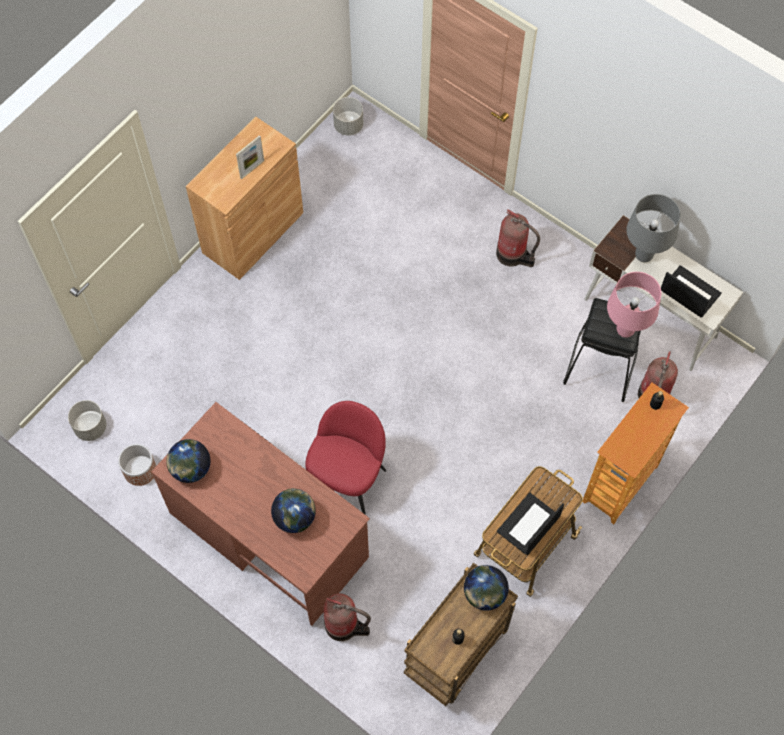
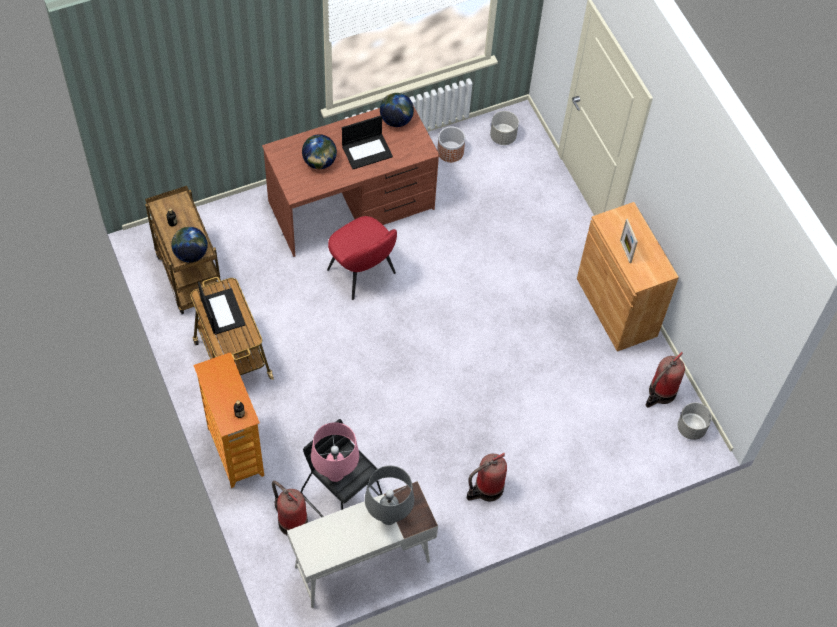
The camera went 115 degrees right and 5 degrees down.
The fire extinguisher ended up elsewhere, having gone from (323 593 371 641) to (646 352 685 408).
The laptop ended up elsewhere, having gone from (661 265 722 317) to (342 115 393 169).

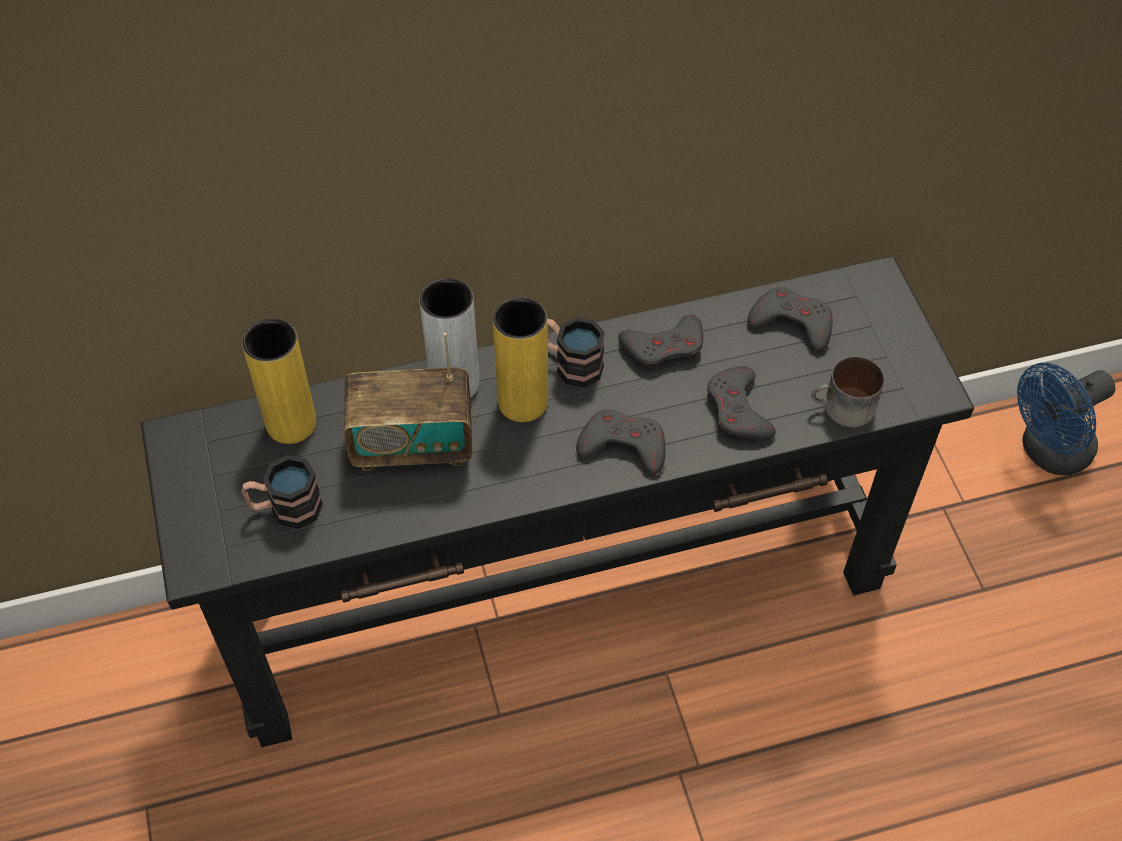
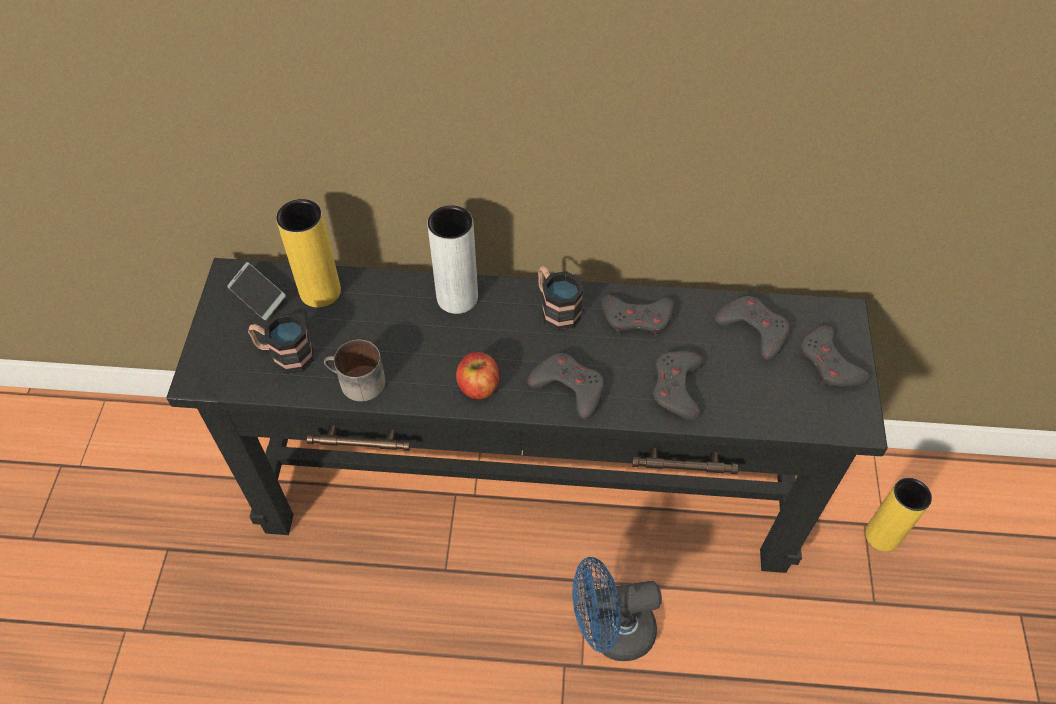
The camera went 20 degrees right and 0 degrees up.
The second view lost the radio at (344 333 472 471).
The second view gained the phone at (227 262 286 320).
The second view gained the apple at (456 352 499 399).
The second view gained the game controller (grey) at (800 325 870 386).
The vase (yellow) ended up elsewhere, having gone from (493 297 548 422) to (865 478 932 552).
The mug ended up elsewhere, having gone from (811 356 884 427) to (324 340 385 401).
The fan (blue) ended up elsewhere, having gone from (1017 363 1115 475) to (573 557 662 661).

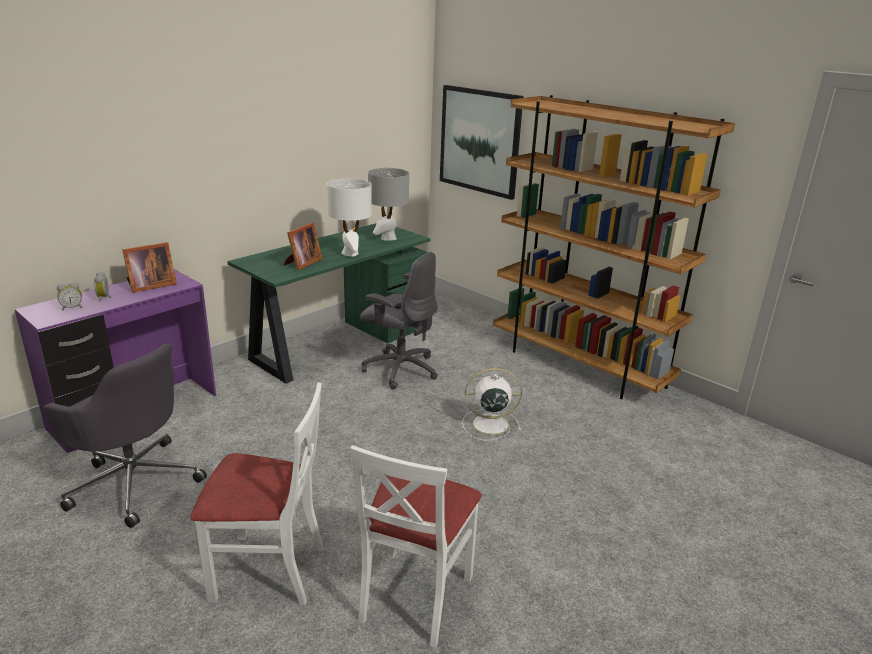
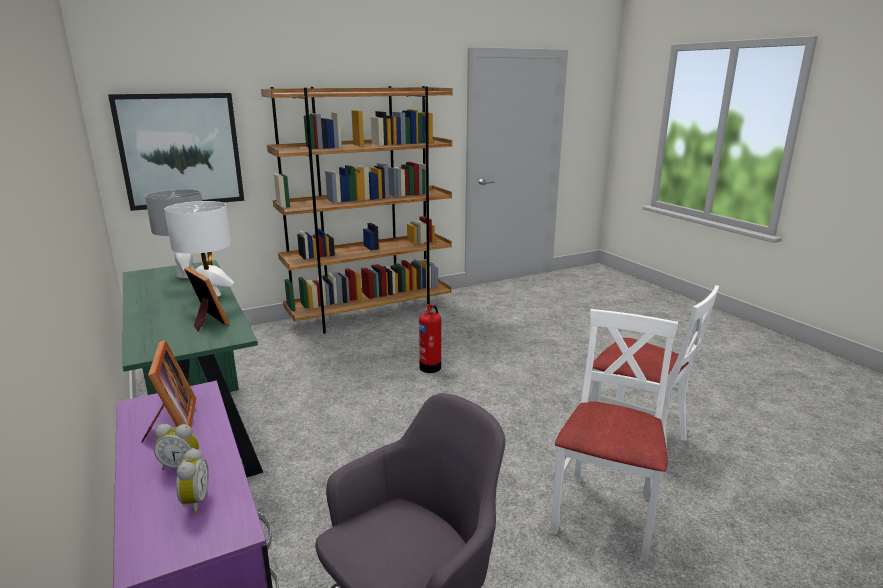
The camera went 70 degrees left and 5 degrees down.
The second view lost the office chair (grey) at (360 252 438 390).
Where the fan (white) stood at (462 368 522 441), the fire extinguisher came to stand at (419 304 441 373).

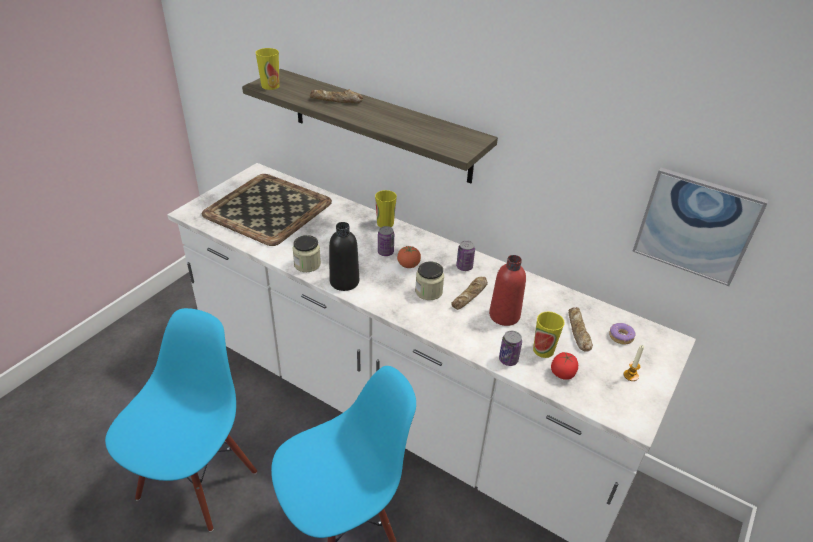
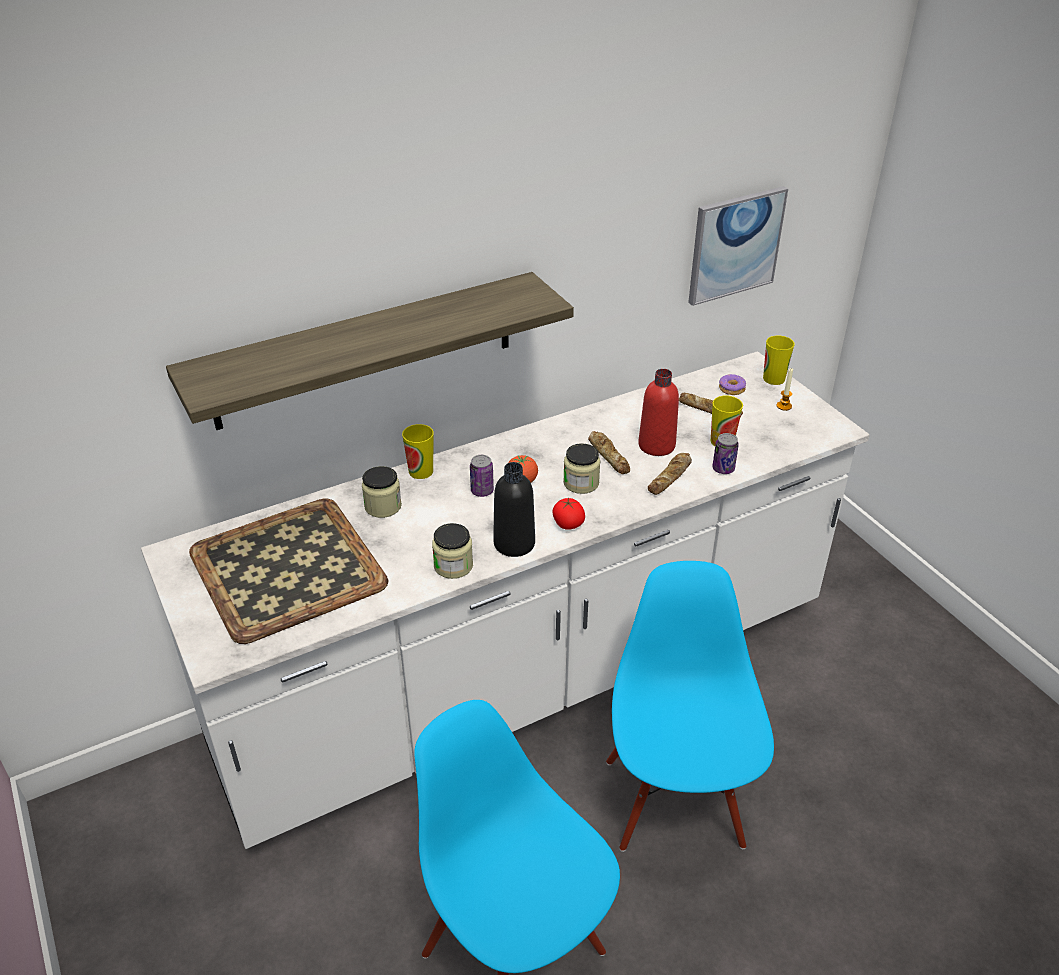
The camera went 60 degrees left and 0 degrees up.
The second view lost the can at (456 240 475 271).
The second view gained the jar at (362 466 402 518).
The cup ended up elsewhere, having gone from (256 48 280 90) to (763 336 795 385).
The bread ended up elsewhere, having gone from (310 89 363 103) to (648 453 692 495).
The tomato ended up elsewhere, having gone from (551 352 578 380) to (553 498 585 530).

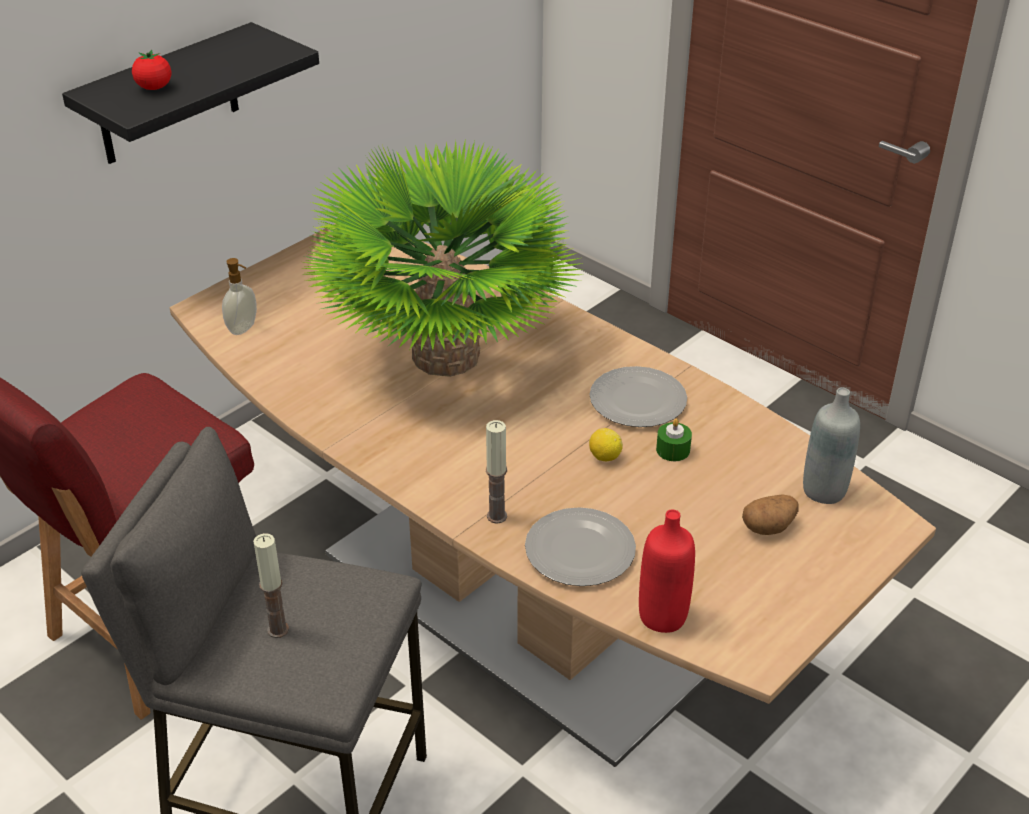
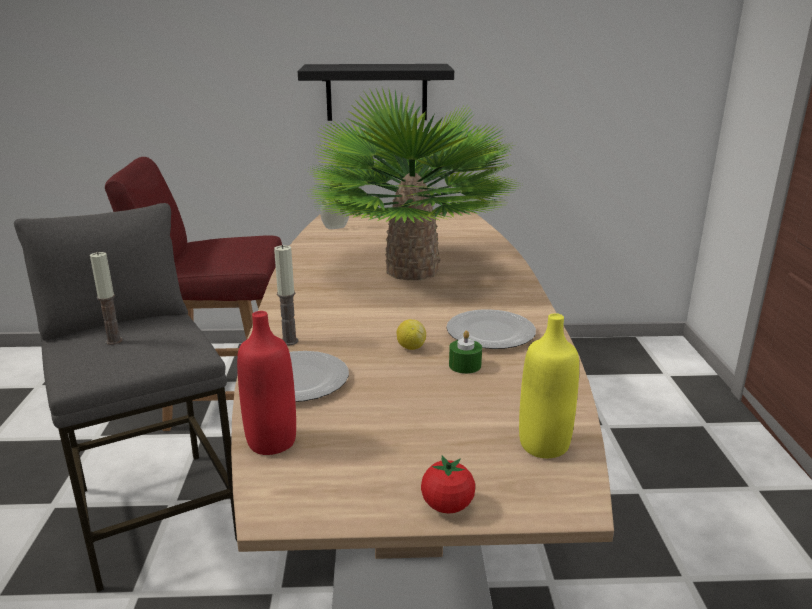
The camera went 45 degrees right and 15 degrees down.
The second view lost the potato at (742 494 799 535).
The tomato ended up elsewhere, having gone from (132 50 172 90) to (421 455 475 514).
What was the bottle (grey) at (803 387 860 504) turned into the bottle (yellow) at (519 313 579 458).

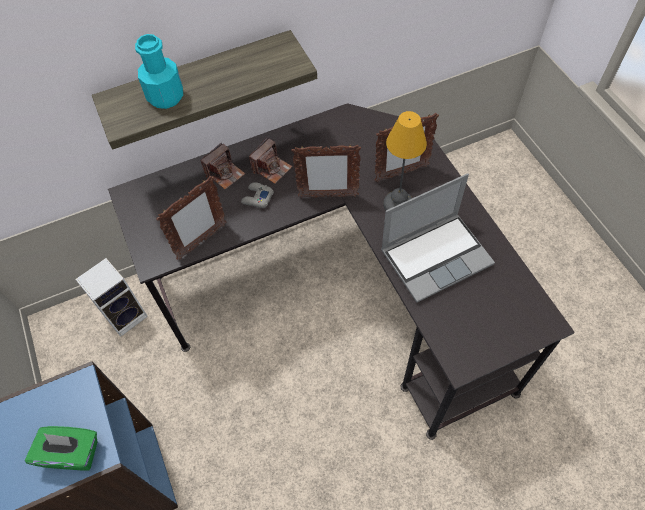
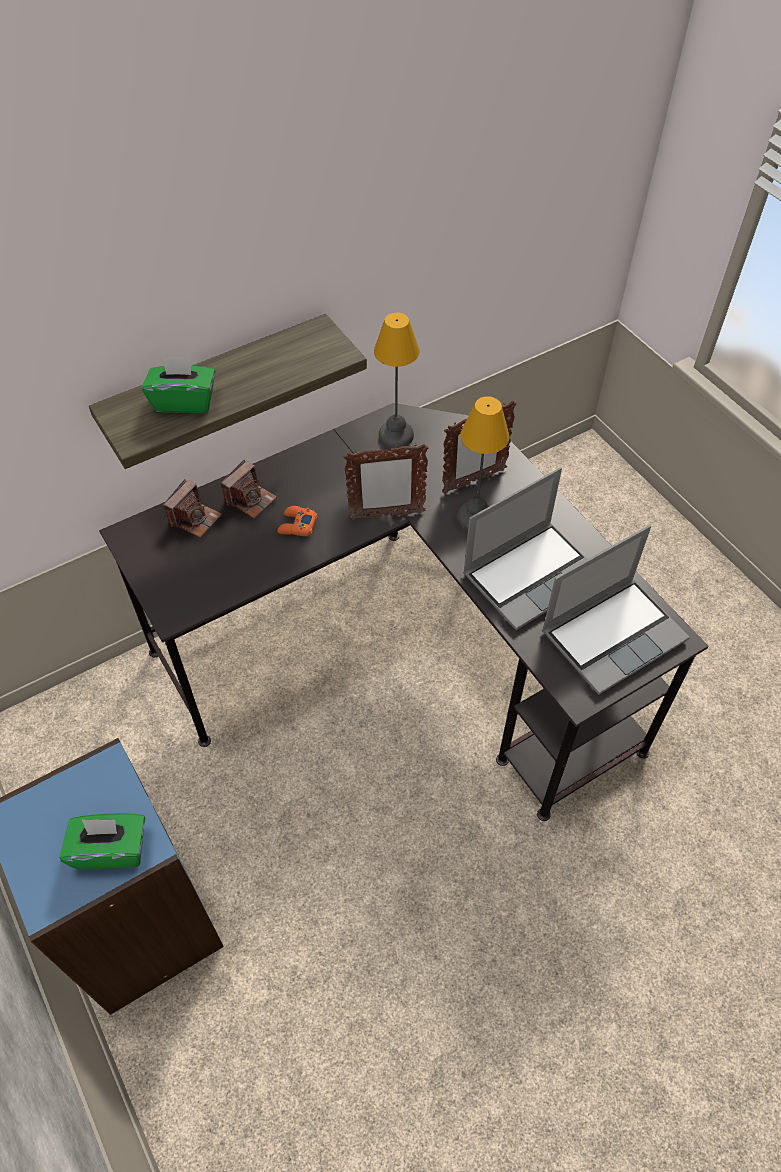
The camera went 10 degrees left and 5 degrees down.
The second view lost the speaker at (76 258 148 337).
The second view lost the picture frame at (156 176 226 260).
The second view gained the table lamp at (374 312 419 448).
The second view gained the laptop at (542 525 690 695).
The photo camera ended up elsewhere, having gone from (249 138 292 184) to (163 479 222 538).
Where the bottle (turquoise) stood at (135 34 183 109), the tissue box (green) came to stand at (142 356 216 413).
What was the game controller (grey) at (241 182 274 208) turned into the game controller (orange) at (277 506 318 536).

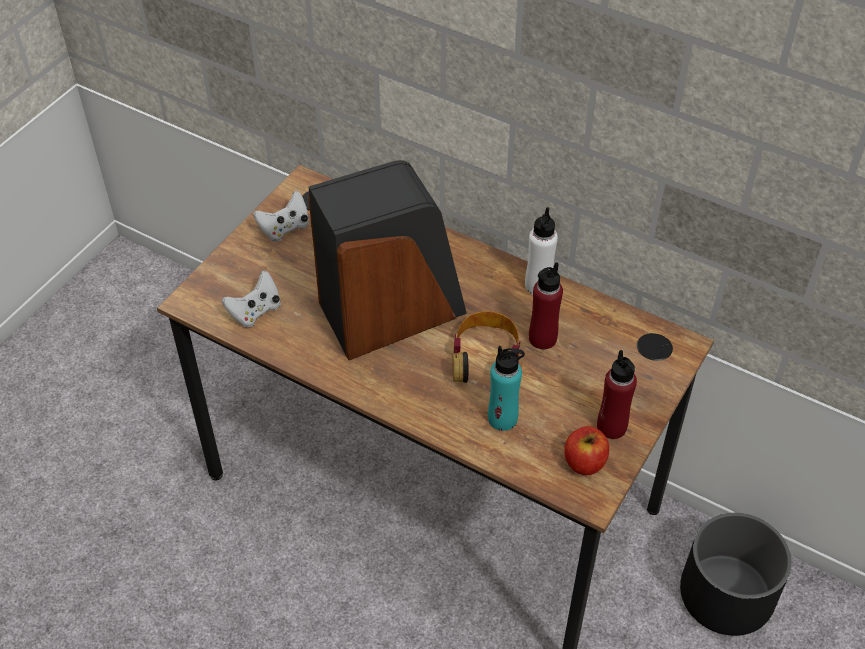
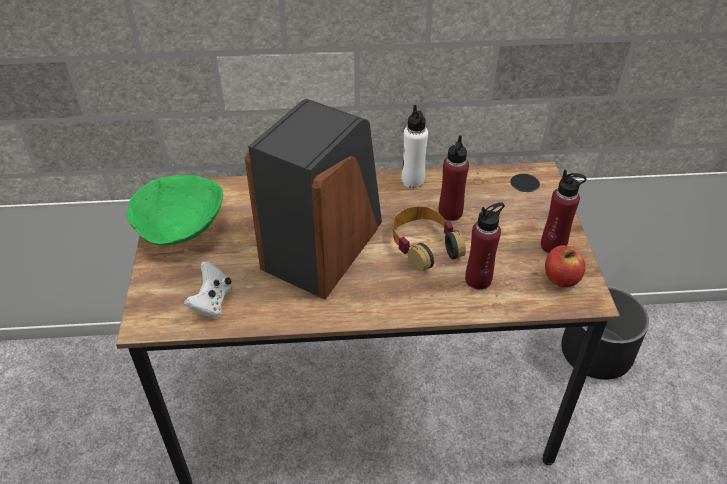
The camera went 35 degrees left and 5 degrees down.
Where the game controller (white) stood at (253 191 309 242), the bowl (green) came to stand at (127 175 223 246).
What was the bottle (turquoise) at (488 346 525 431) turned into the bottle (red) at (465 202 505 290).

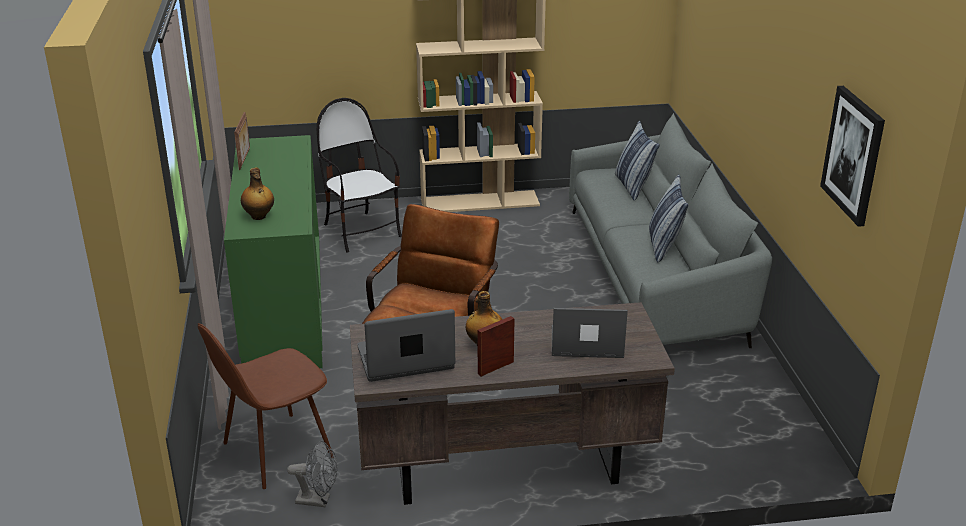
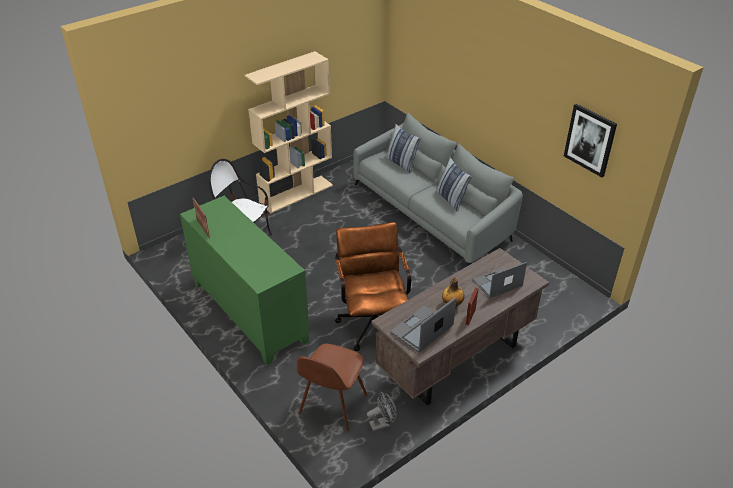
The camera went 30 degrees left and 10 degrees up.
The second view lost the bottle at (241 167 274 220).

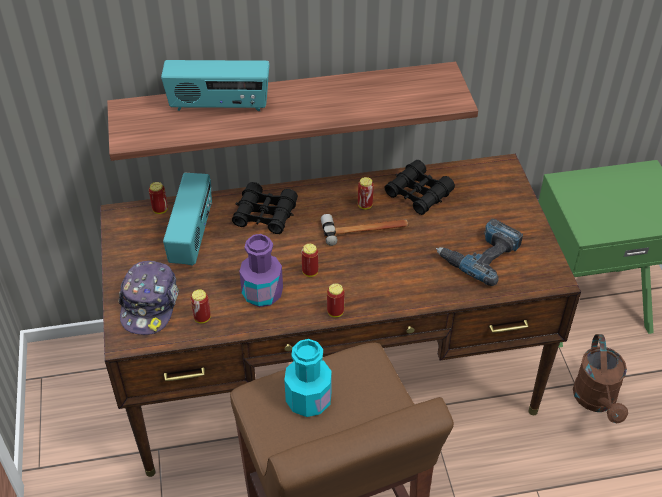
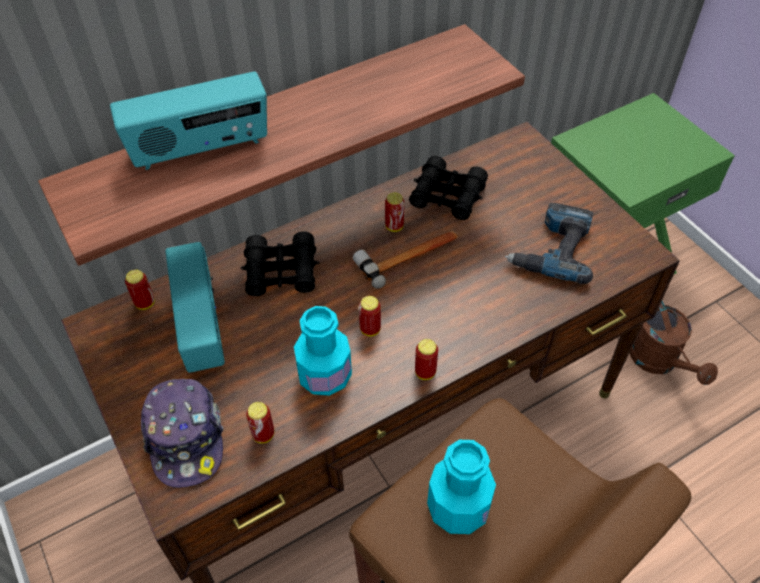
The camera went 20 degrees left and 5 degrees up.
What was the bottle (purple) at (239 234 283 307) turned into the bottle (turquoise) at (294 306 352 396).

